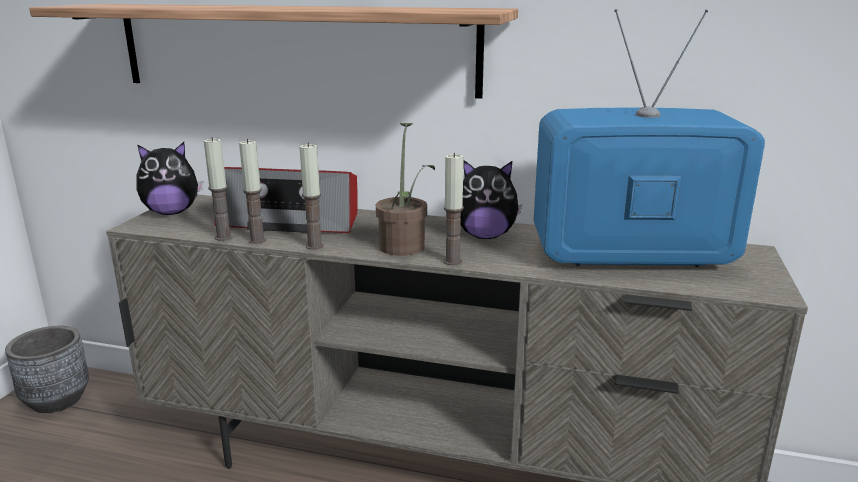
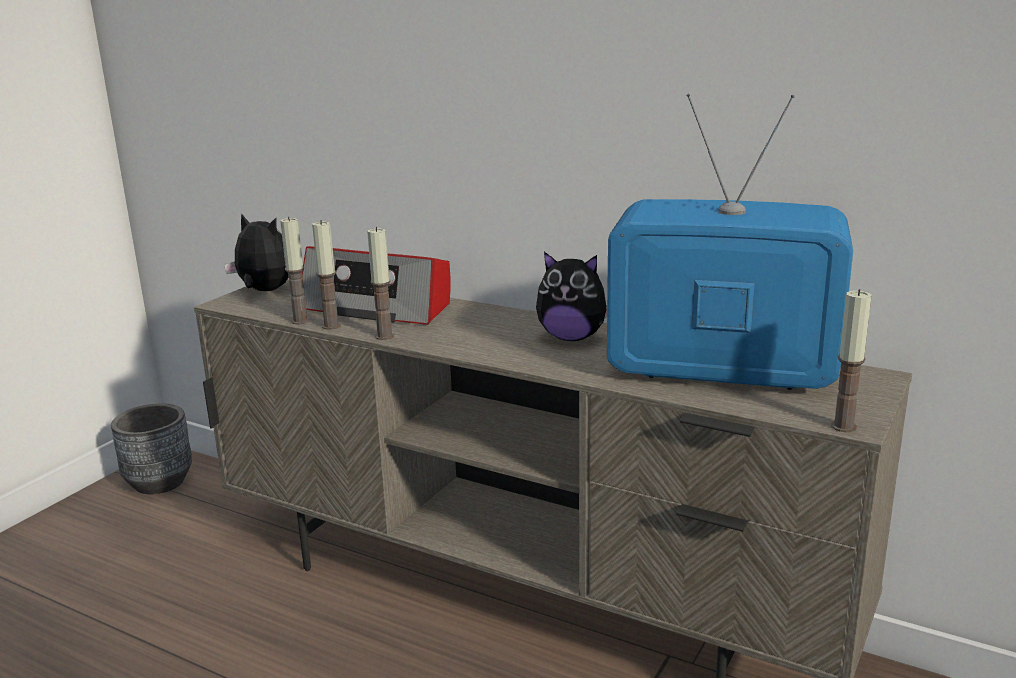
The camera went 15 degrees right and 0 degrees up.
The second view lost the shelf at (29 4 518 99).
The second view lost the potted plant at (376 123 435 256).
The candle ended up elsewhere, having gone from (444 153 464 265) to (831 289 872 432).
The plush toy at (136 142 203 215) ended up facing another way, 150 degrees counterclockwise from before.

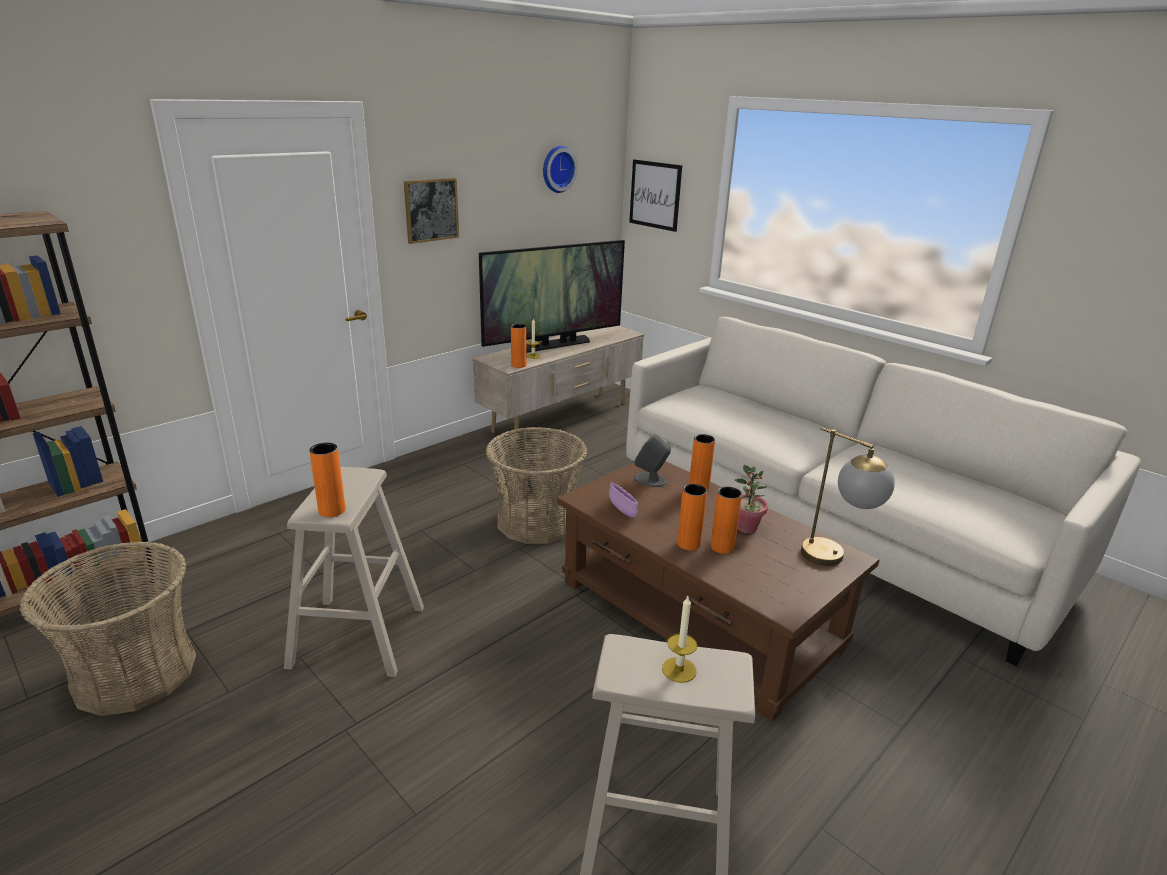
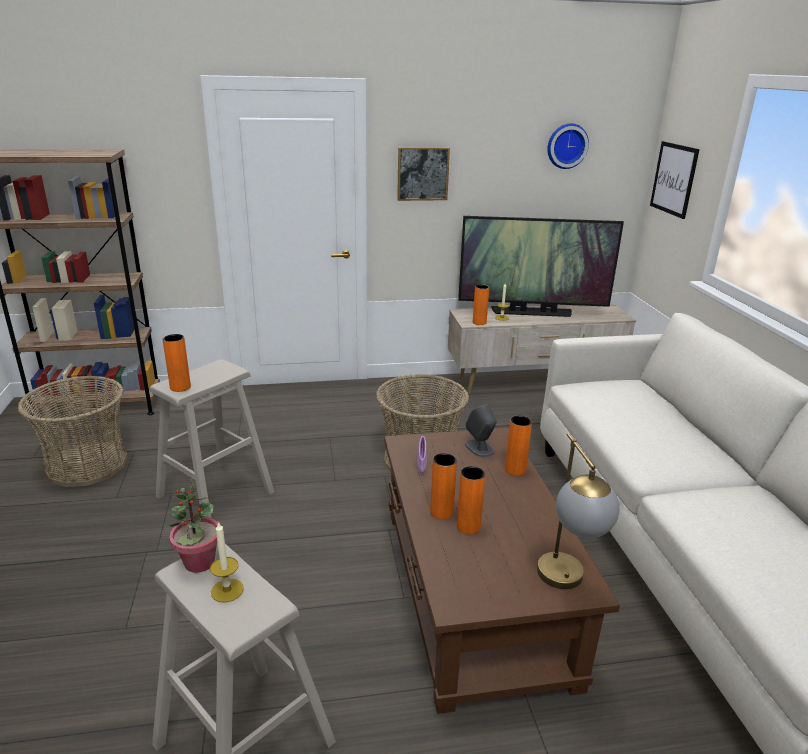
The camera went 35 degrees right and 0 degrees up.
The potted plant ended up elsewhere, having gone from (735 465 768 533) to (169 478 218 573).

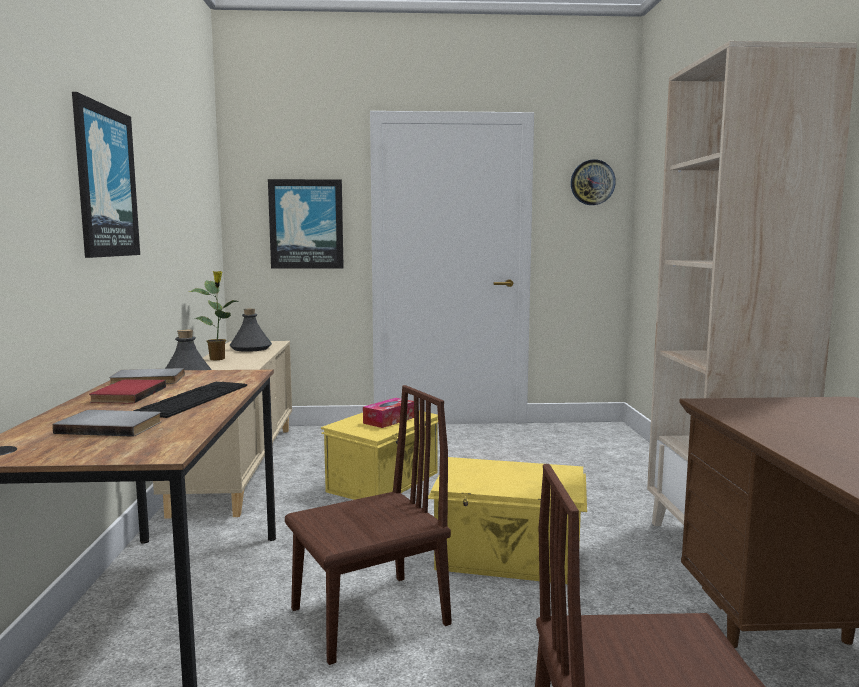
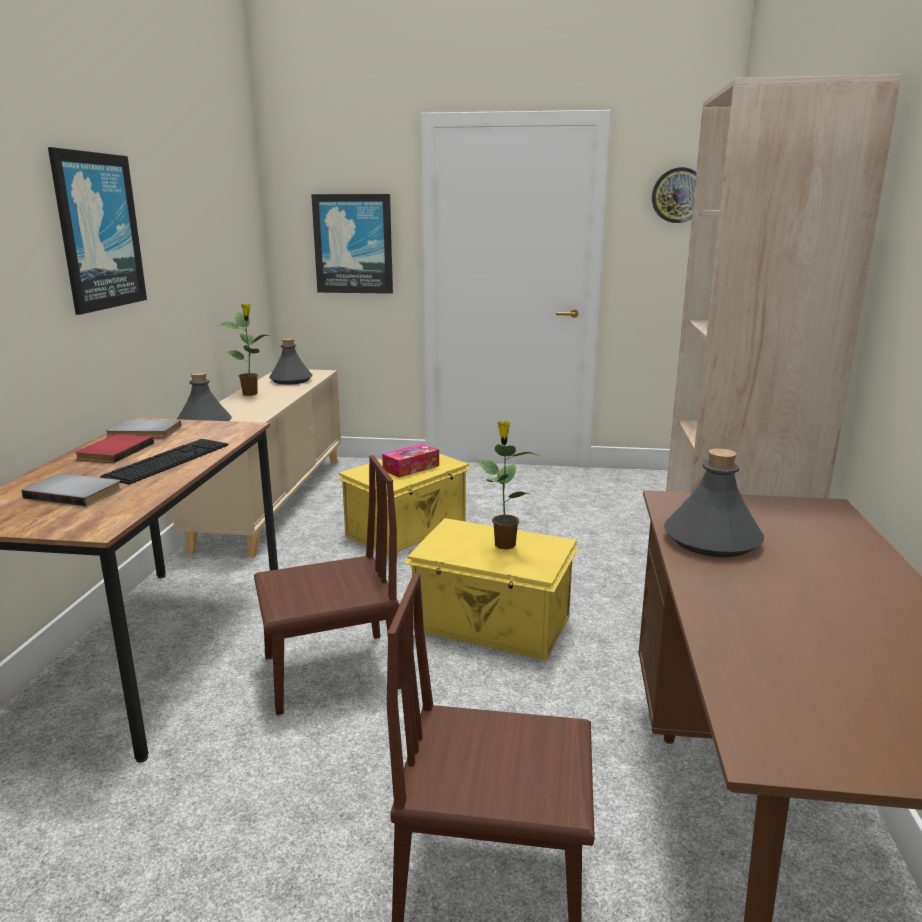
The camera went 10 degrees right and 10 degrees up.
The second view gained the potted plant at (476 421 541 549).
The second view gained the bottle (grey) at (664 448 764 557).

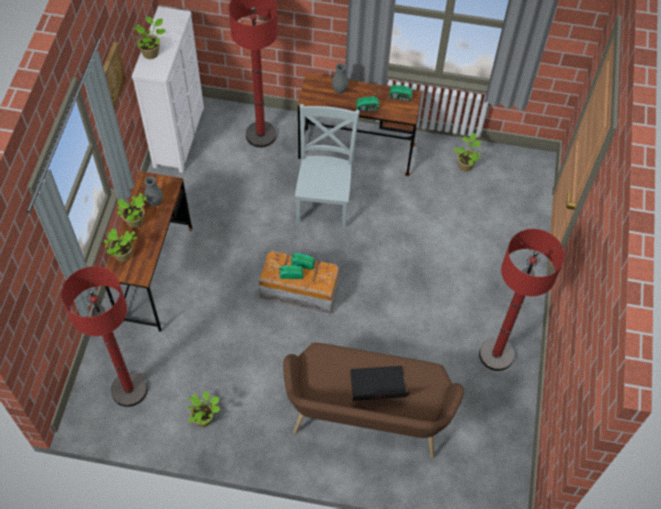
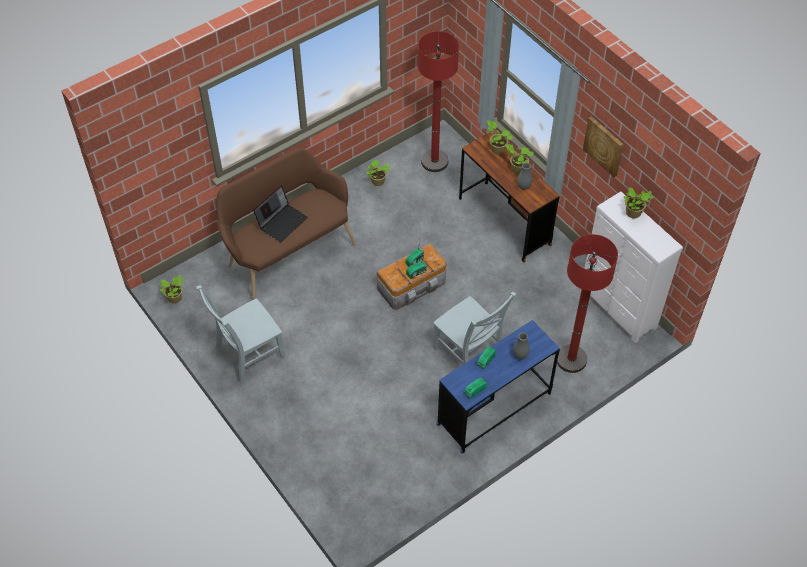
The camera went 135 degrees right and 5 degrees down.
The potted plant ended up elsewhere, having gone from (454 133 481 172) to (160 274 185 304).
Where the floor lamp (red) stood at (479 229 565 371), the chair (grey) came to stand at (196 285 285 383).
What was the desk (brown) at (298 73 422 176) turned into the desk (blue) at (436 320 560 454).

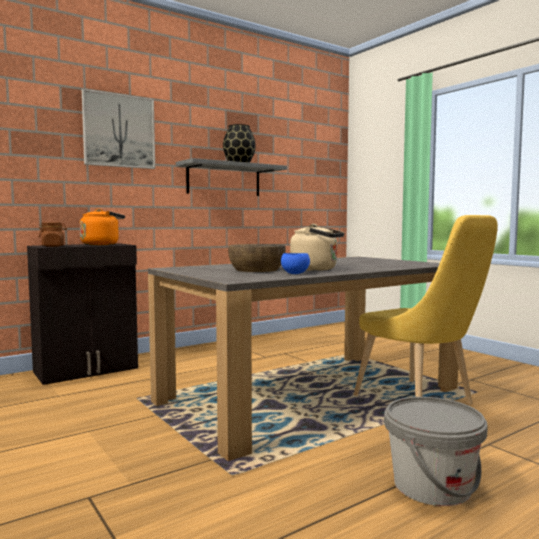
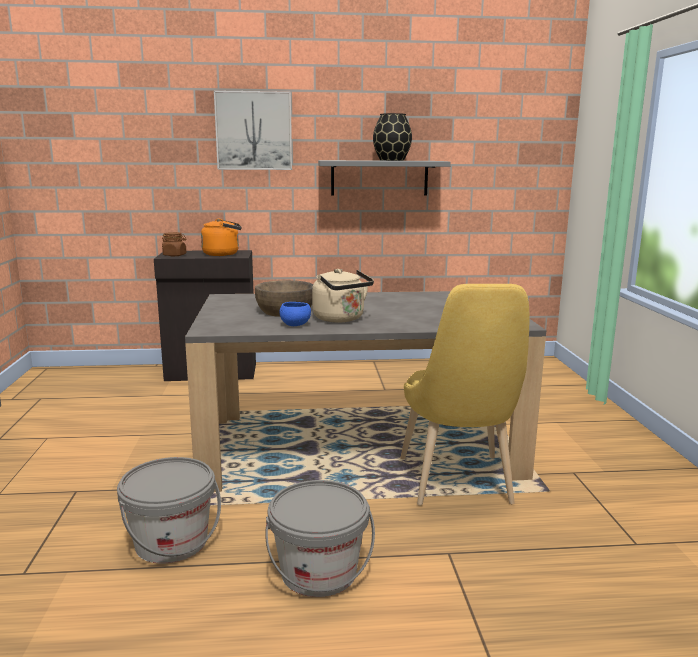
The camera went 30 degrees right and 10 degrees up.
The second view gained the bucket (grey) at (117 457 221 563).

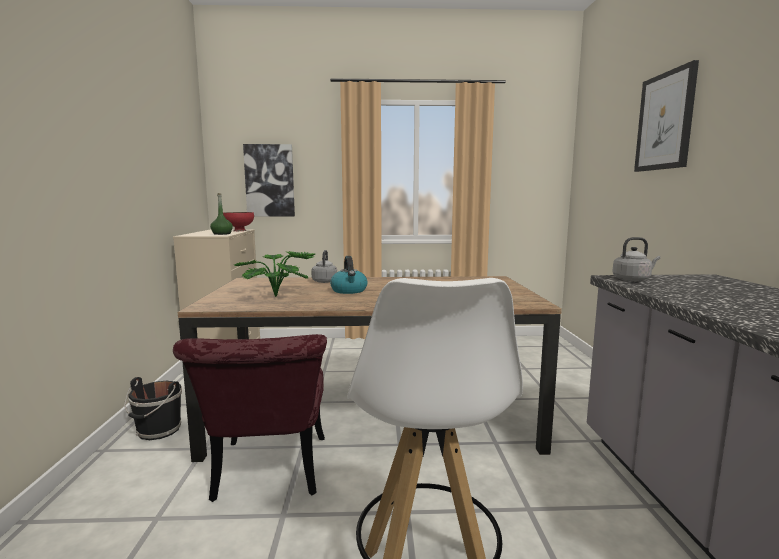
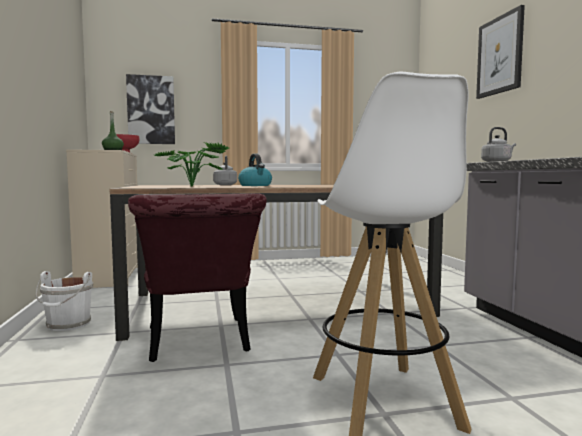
The camera went 10 degrees left and 5 degrees down.
What was the bucket (black) at (124 377 182 440) turned into the bucket (white) at (36 271 93 331).

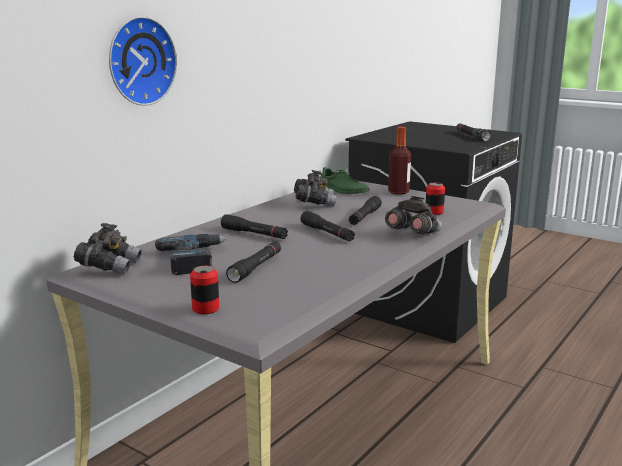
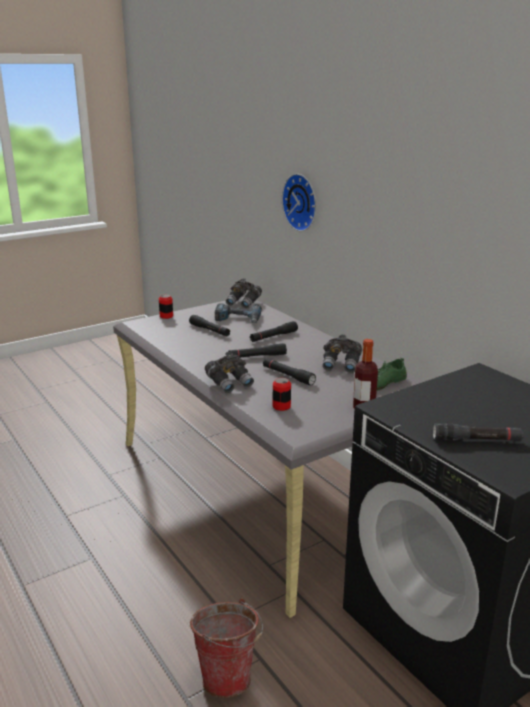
The camera went 110 degrees right and 5 degrees up.
The second view gained the bucket at (190 599 263 698).

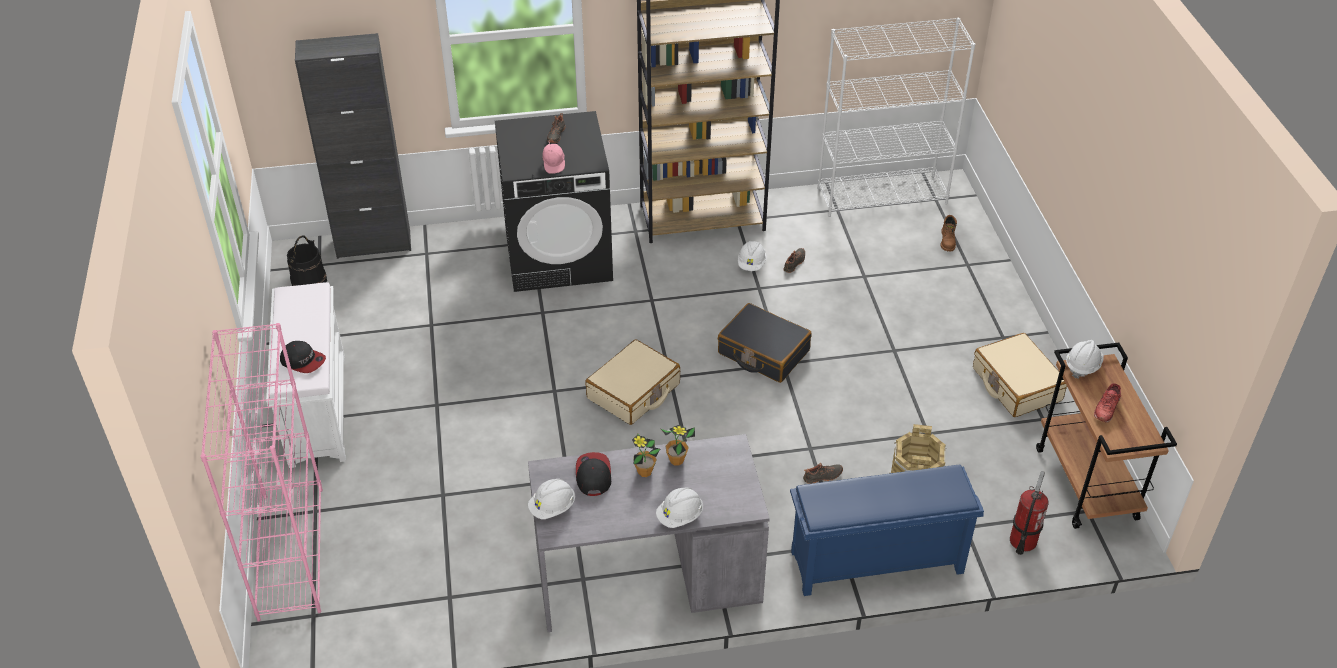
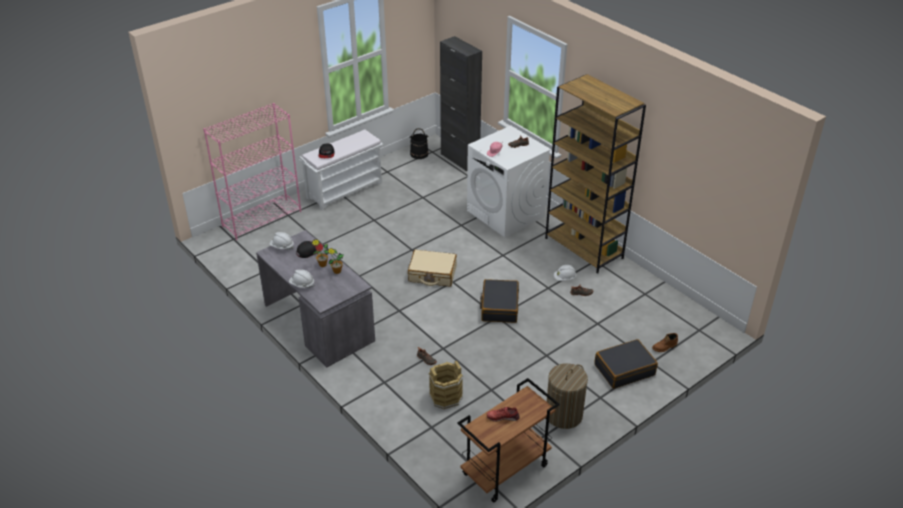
The camera went 60 degrees right and 5 degrees down.
The second view lost the shoe rack (blue) at (790 464 984 596).
The second view lost the bookcase (white) at (817 18 975 217).
The second view lost the fire extinguisher at (1010 471 1049 555).
The second view lost the hard hat (white) at (1066 340 1104 379).
The second view gained the suitcase (black) at (594 339 658 389).
Where the suitcase (beige) stood at (973 333 1067 417), the laundry basket came to stand at (547 363 588 429).
What was the washing machine (black) at (495 111 613 292) turned into the washing machine (white) at (467 126 551 237).

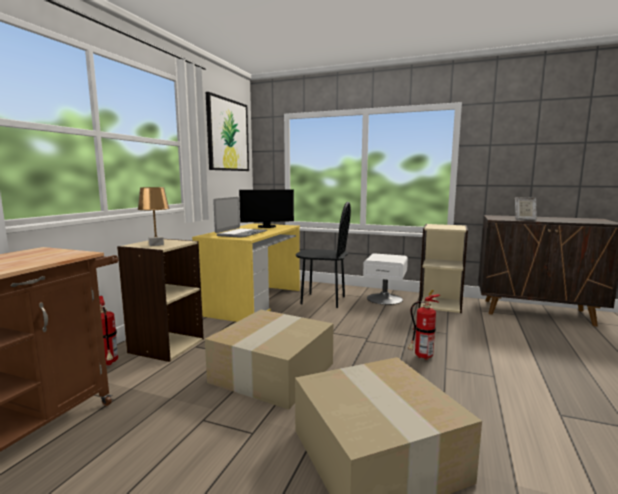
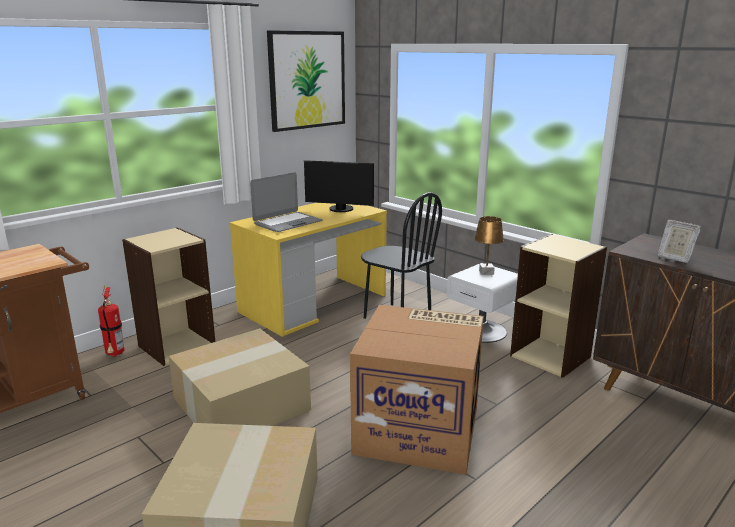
The camera went 25 degrees right and 10 degrees up.
The table lamp (brown) ended up elsewhere, having gone from (138 187 169 246) to (474 216 504 275).
Where the fire extinguisher stood at (407 290 440 360), the cardboard box came to stand at (350 305 484 474).

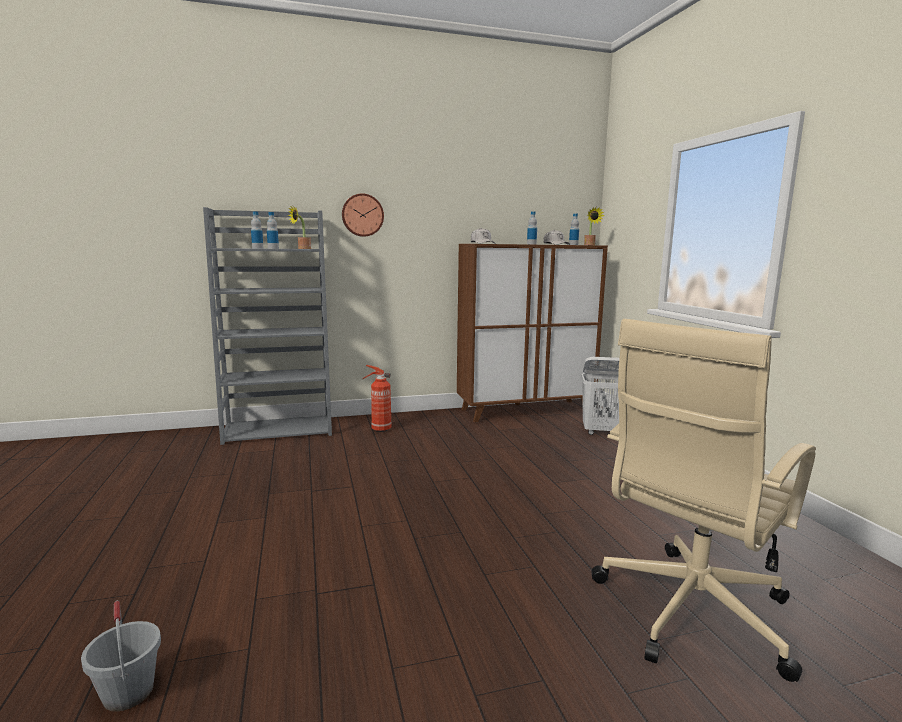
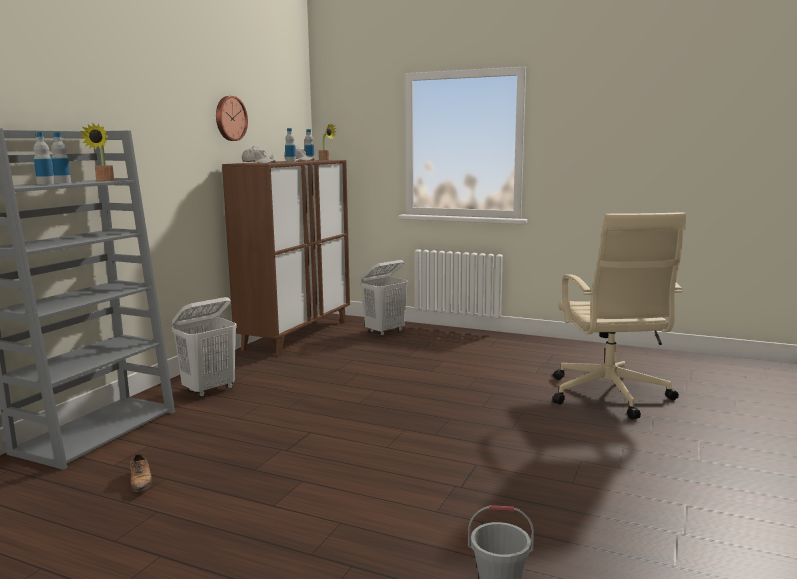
The camera went 50 degrees left and 0 degrees up.
The second view gained the shoe at (130 454 152 492).
The wall clock ended up elsewhere, having gone from (342 193 384 237) to (216 96 248 141).
Where the fire extinguisher stood at (363 365 392 432), the laundry basket (white) came to stand at (172 297 237 397).

